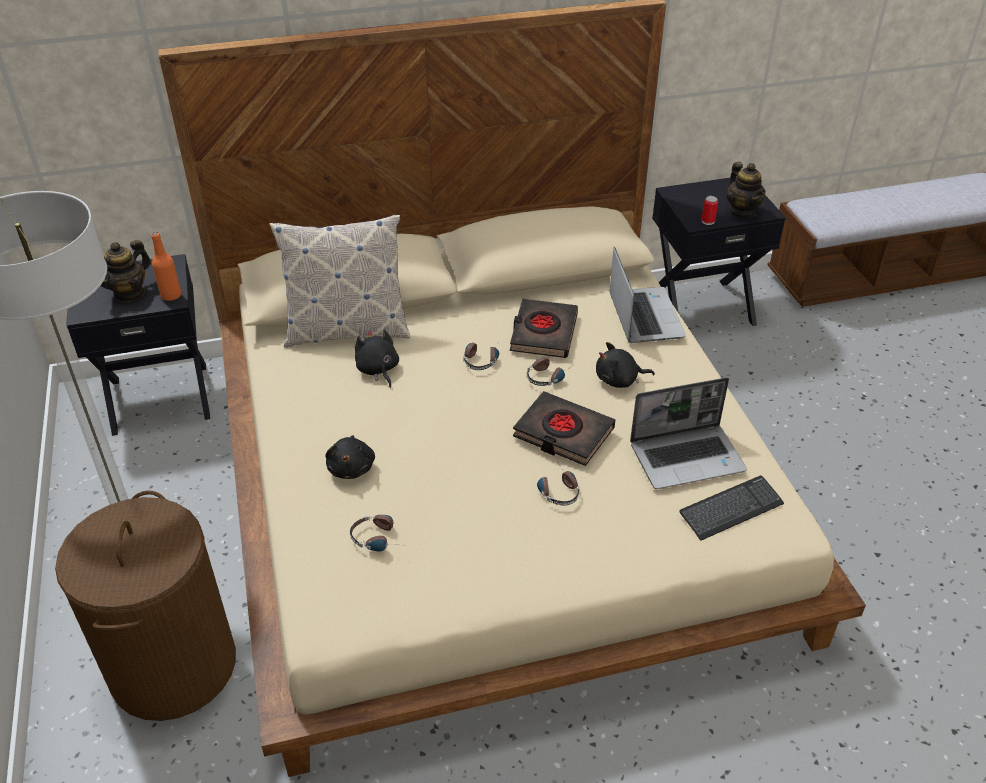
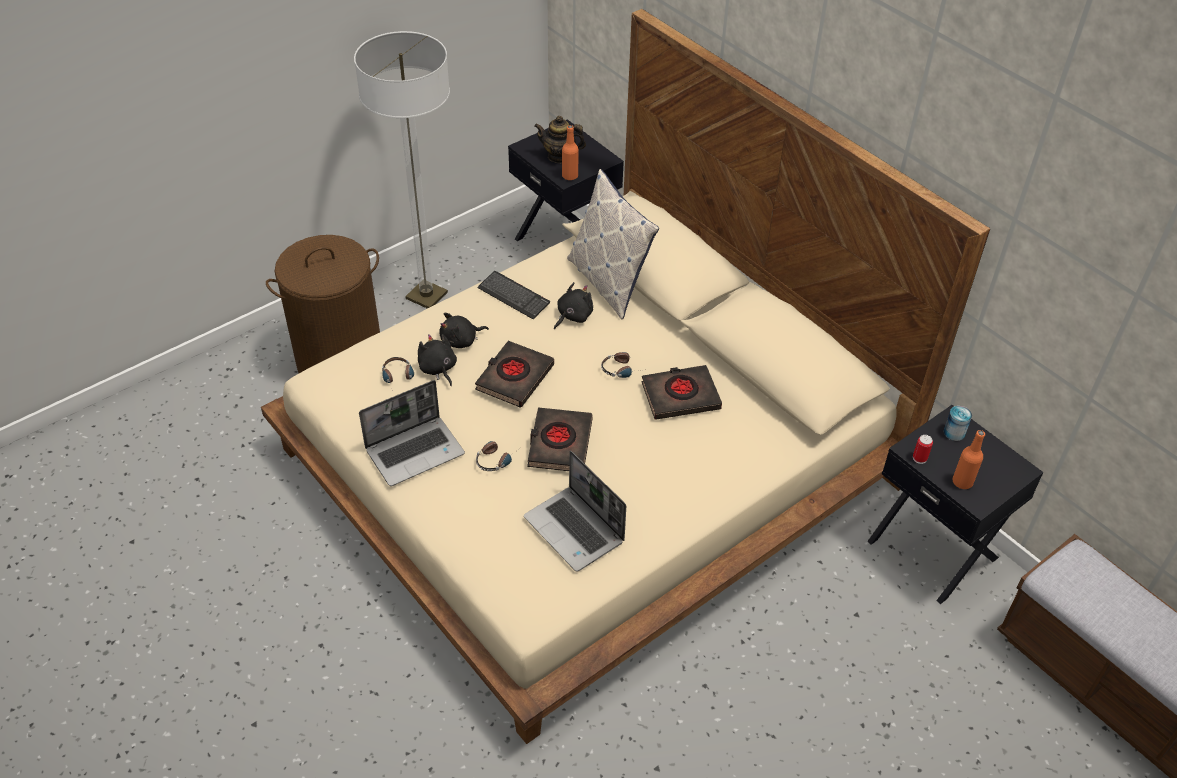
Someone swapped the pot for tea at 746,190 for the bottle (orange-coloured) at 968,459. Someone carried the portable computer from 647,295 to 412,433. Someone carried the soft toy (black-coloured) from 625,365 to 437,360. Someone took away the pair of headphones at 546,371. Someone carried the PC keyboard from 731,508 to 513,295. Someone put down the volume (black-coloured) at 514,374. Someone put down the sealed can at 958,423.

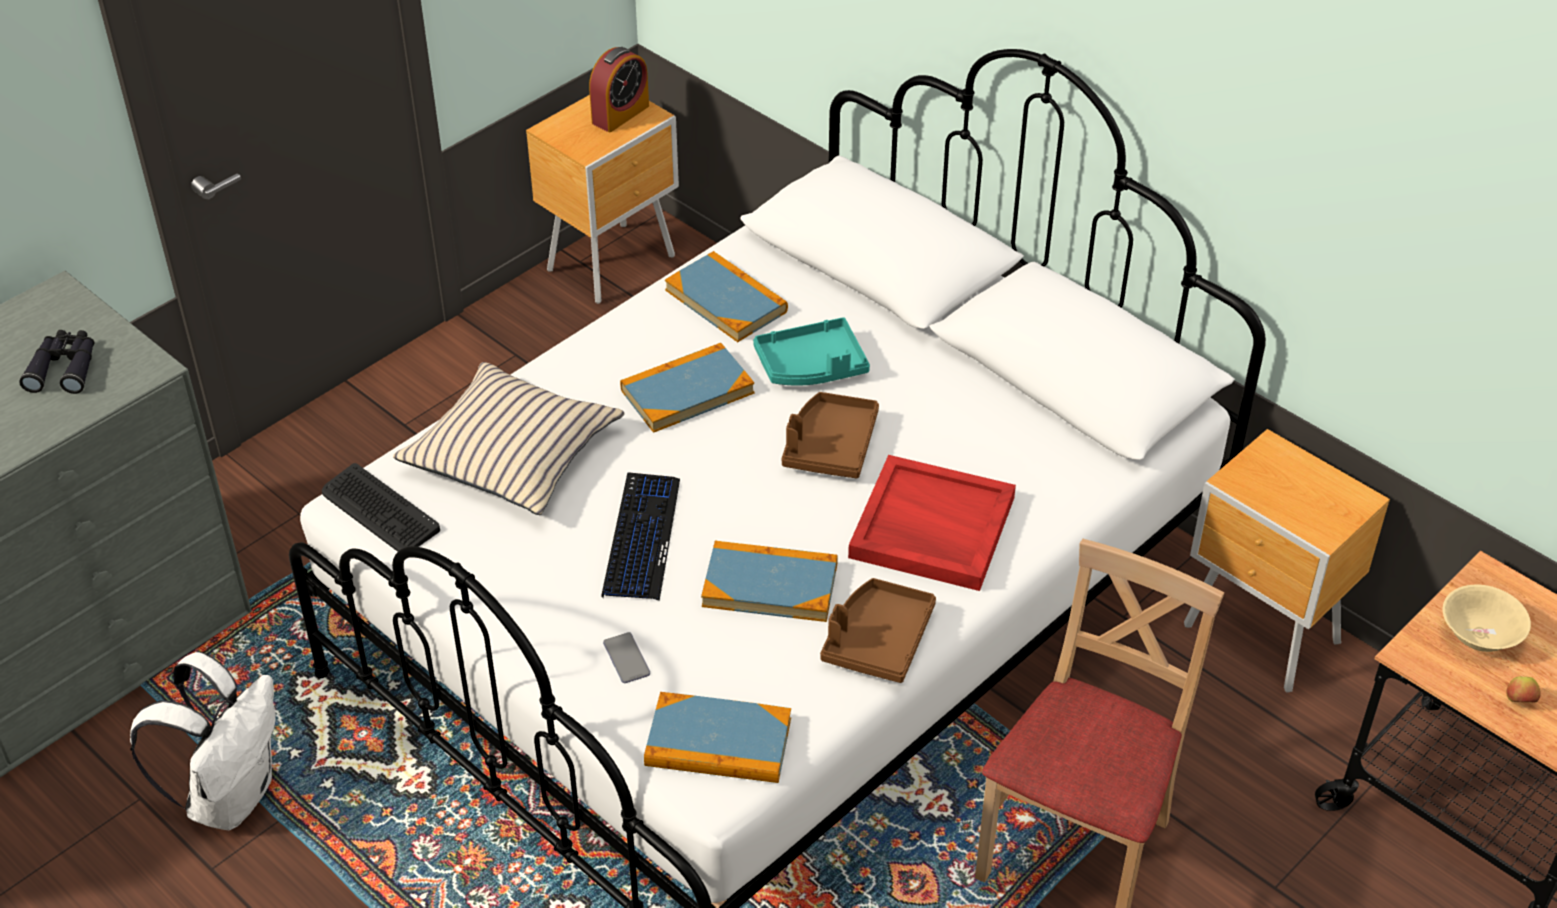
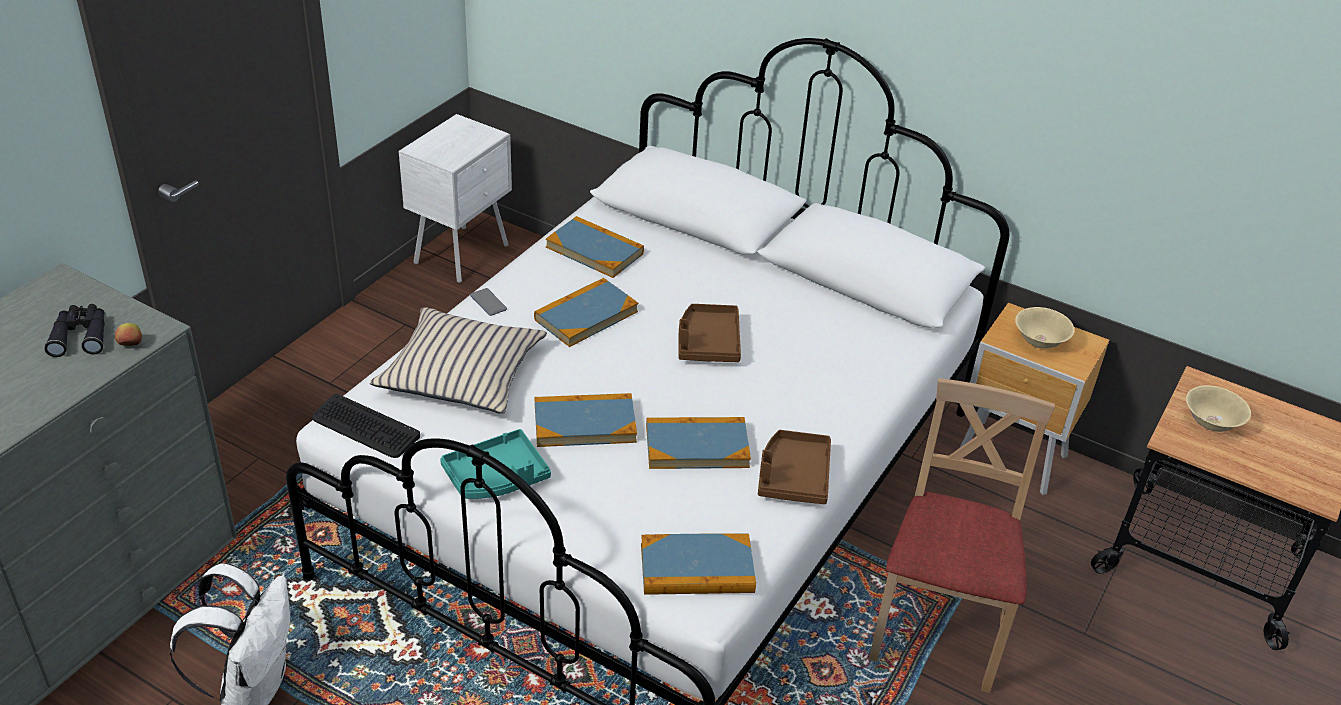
Someone took away the bedside clock at 619,89. Someone repainted the bedside table (brownish) at 602,199, which became the bedside table (whitish) at 455,198. Someone carried the tray (turquoise) from 811,351 to 495,464. Someone took away the tray (red-coloured) at 932,523. Someone swapped the PC keyboard at 640,536 for the volume at 586,420. Someone carried the telephone from 626,657 to 488,302. Someone carried the apple fruit from 1523,689 to 128,334. Someone put down the deep dish (beige) at 1044,328.

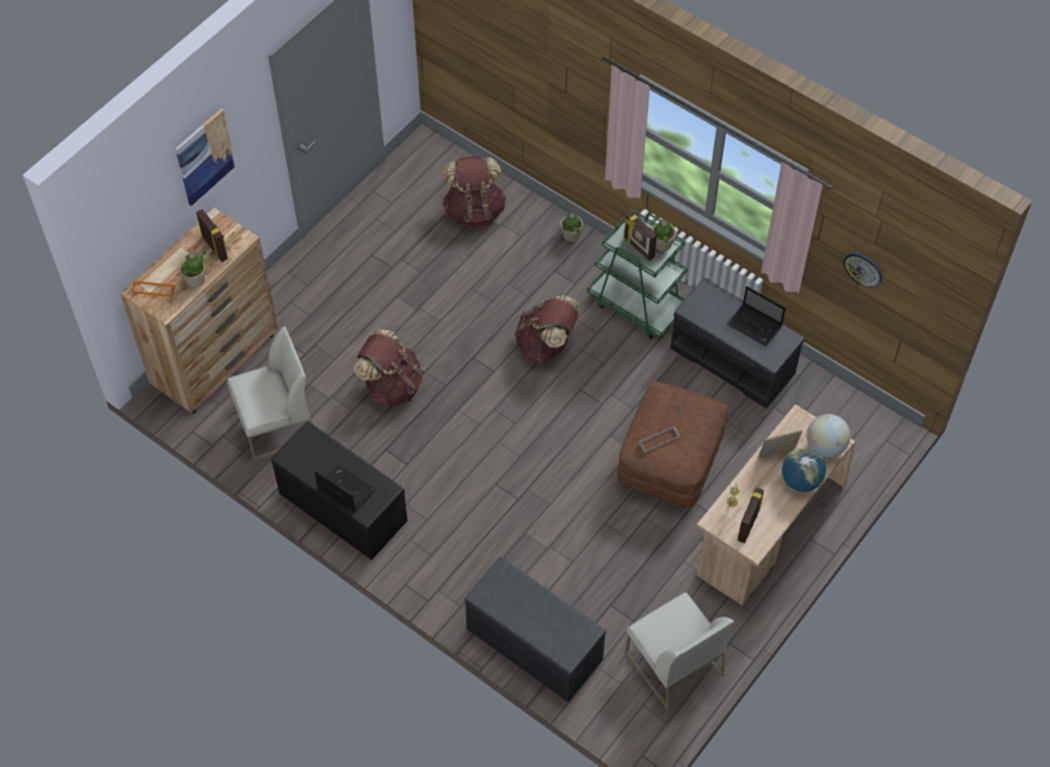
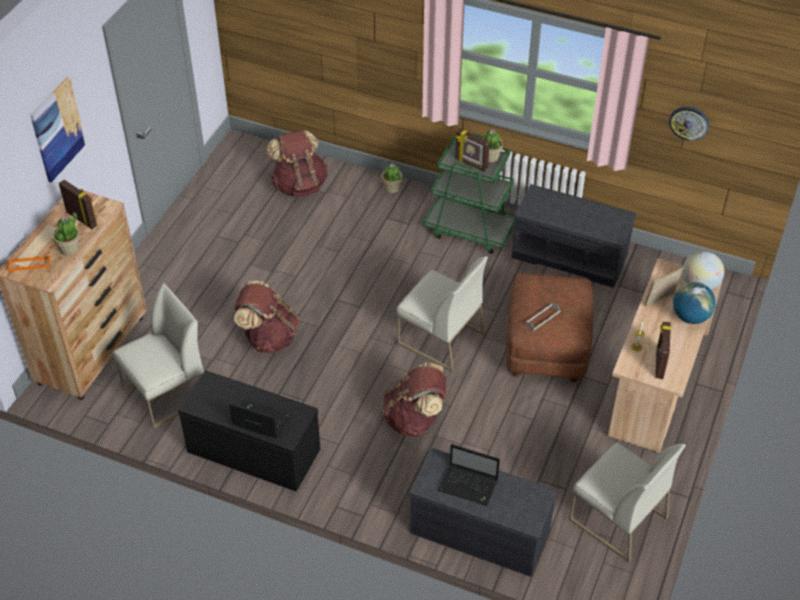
Someone carried the portable computer from 756,316 to 469,475. Someone carried the rucksack (brownish) from 547,329 to 414,399. Someone put down the chair (whitish) at 442,314.

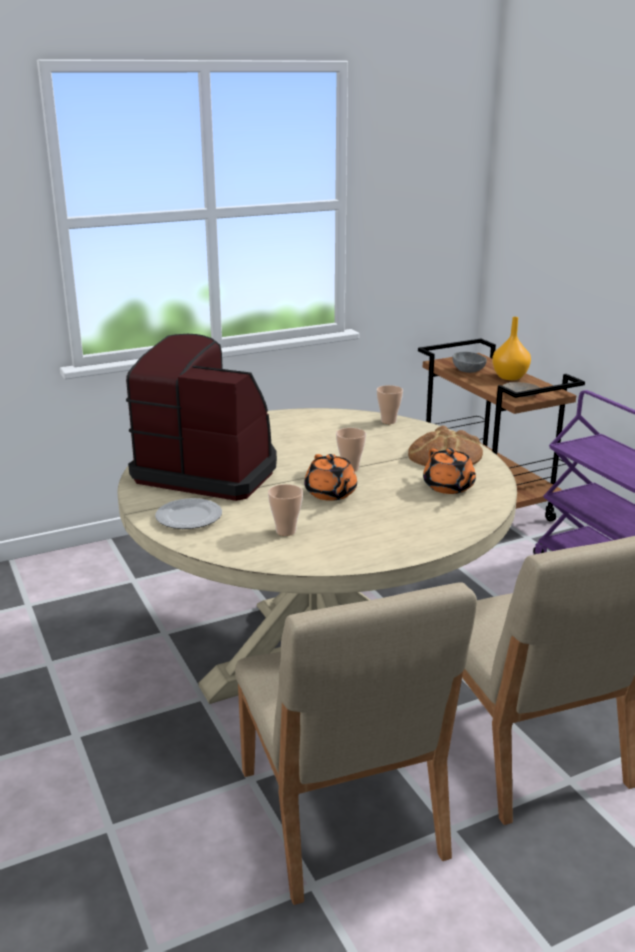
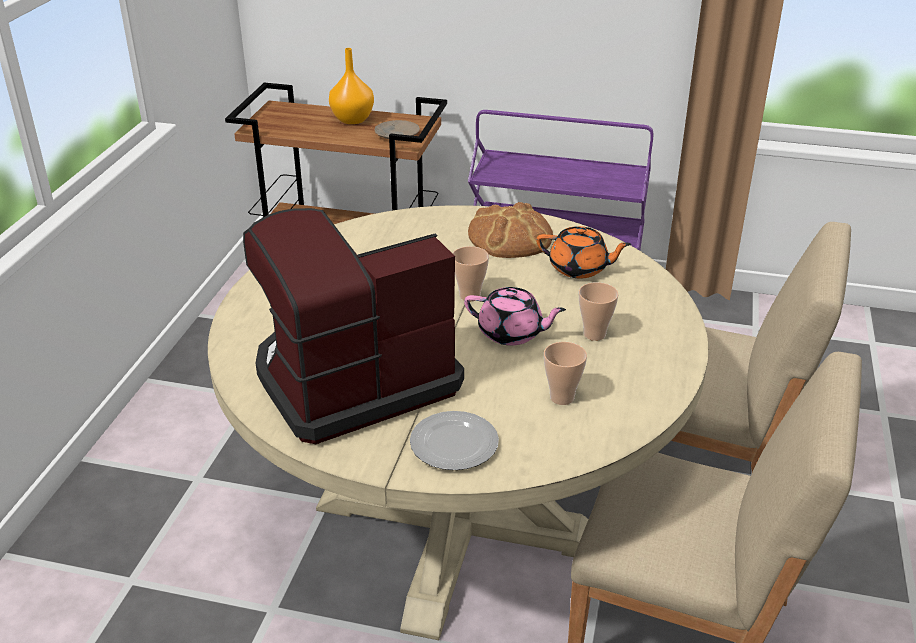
Someone took away the deep dish (grey) at 469,362. Someone carried the cup from 390,404 to 599,311. Someone repainted the pot for tea (orange-coloured) at 330,477, which became the pot for tea (pink) at 515,316.

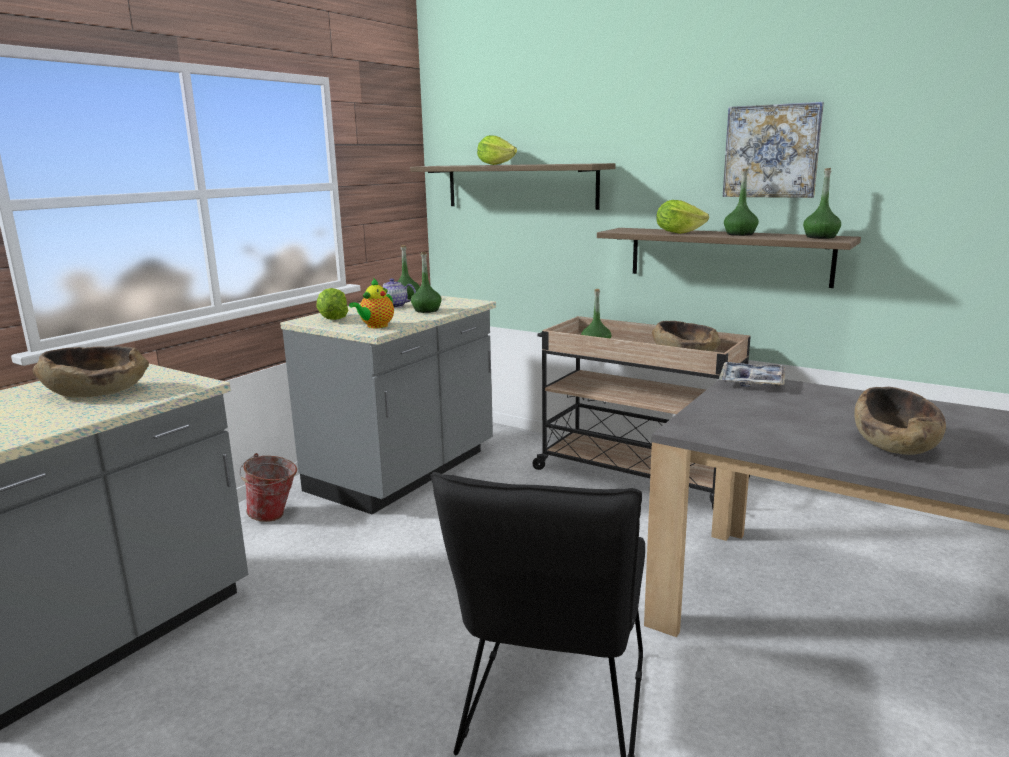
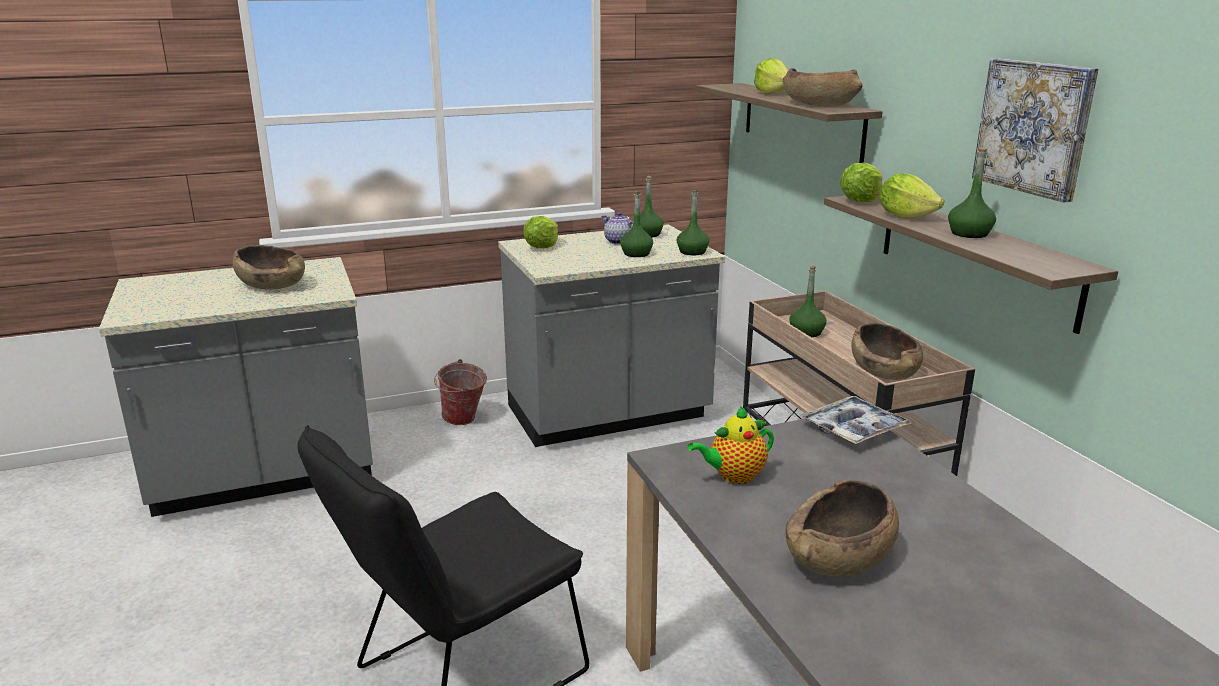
Someone carried the bottle (greenish) from 822,203 to 693,222. Someone carried the pot for tea from 371,303 to 730,445. Someone put down the deep dish (brownish) at 822,87. Someone put down the lettuce head at 861,182.

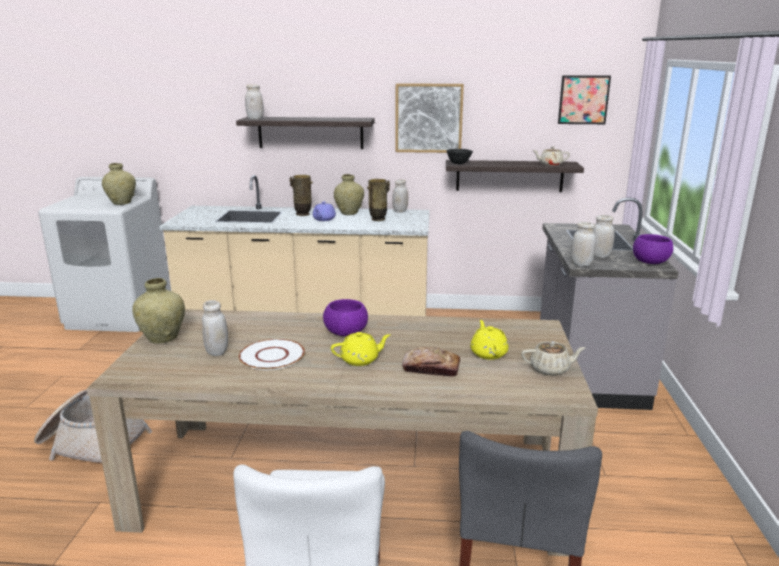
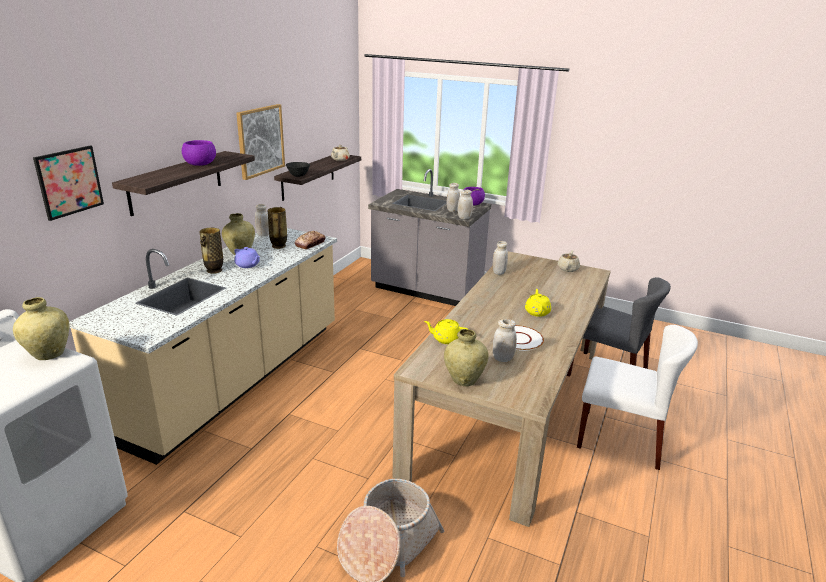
Someone carried the wall picture from 584,99 to 68,183. Someone carried the preserve jar (whitish) from 254,101 to 500,258. Someone carried the deep dish (purple-coloured) from 345,317 to 199,153. Someone carried the pot for tea (yellowish) from 489,340 to 446,331. Someone carried the bread from 431,362 to 310,240.

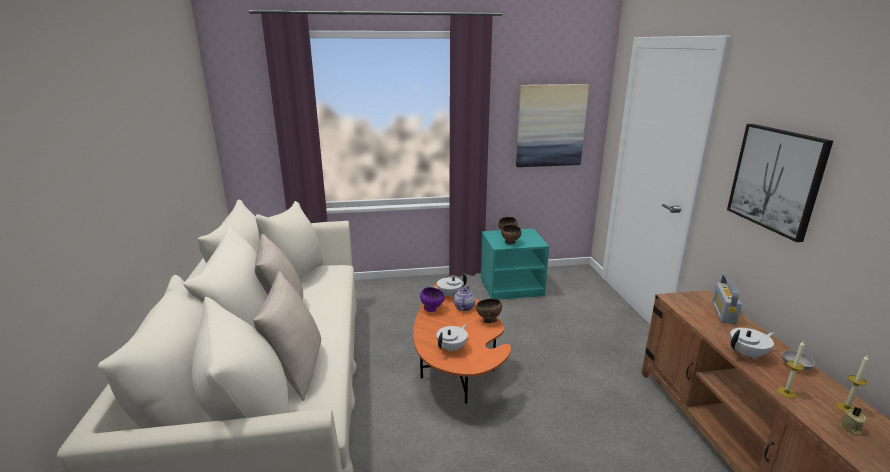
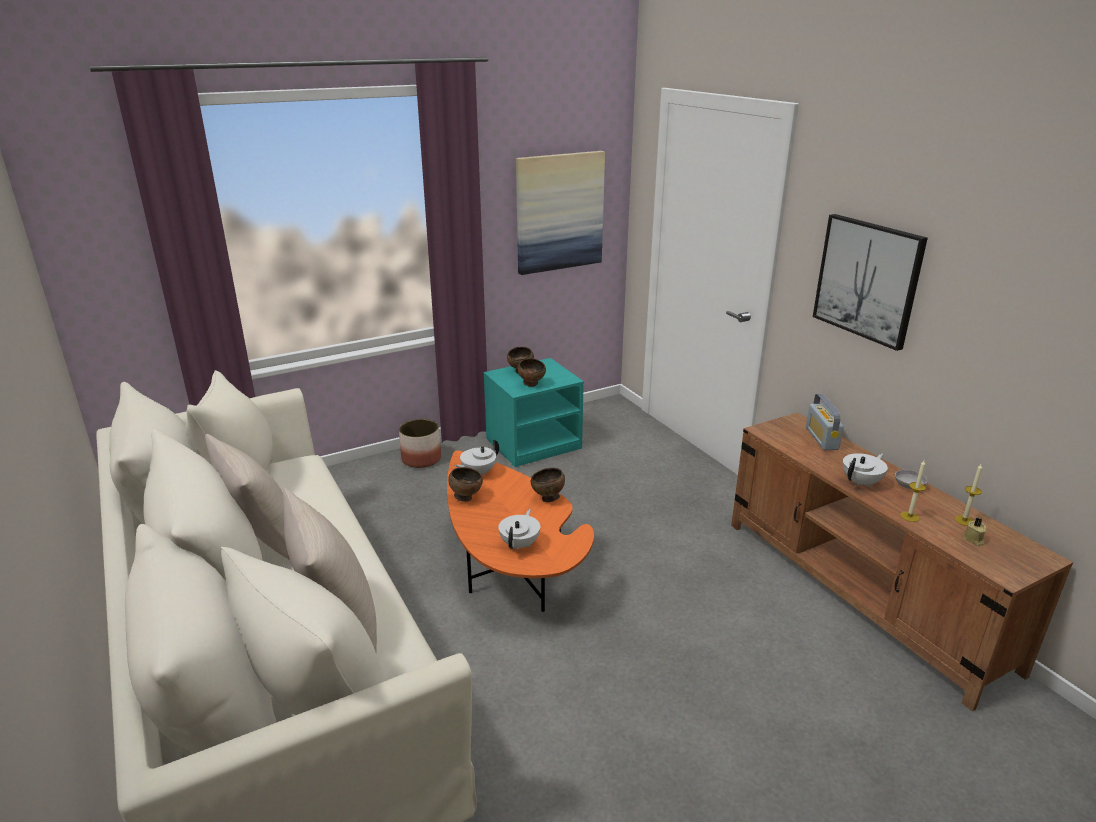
Someone took away the pot for tea at 465,298. Someone repainted the deep dish (purple-coloured) at 432,299, which became the deep dish (brownish) at 465,484. Someone put down the planter at 420,443.

